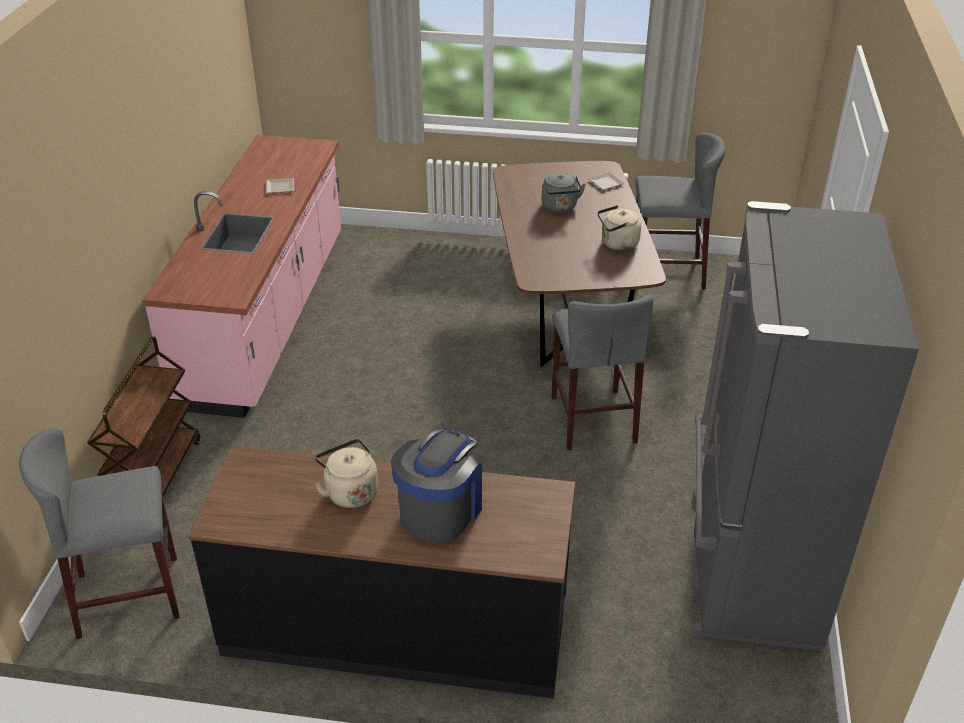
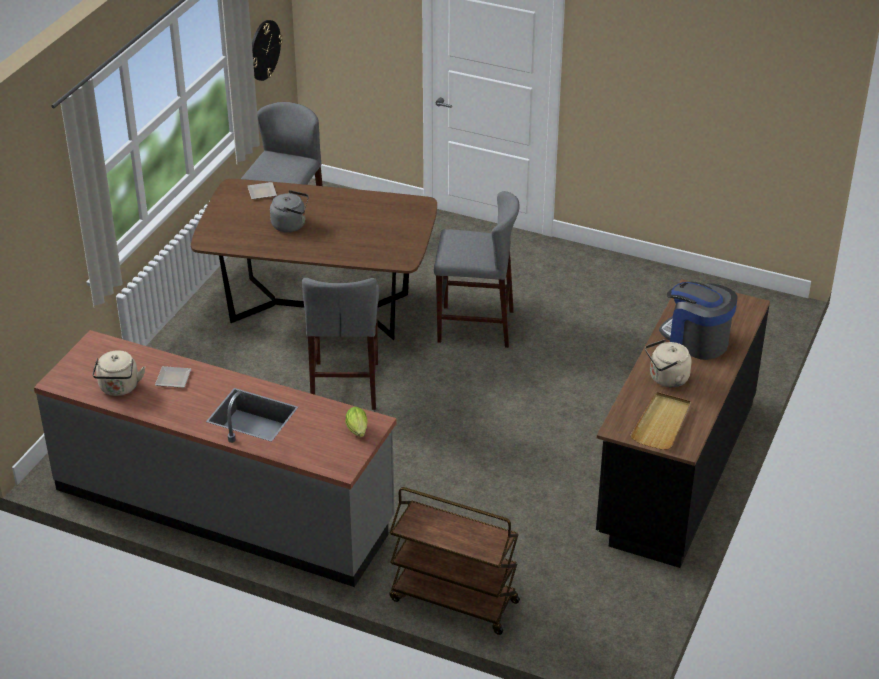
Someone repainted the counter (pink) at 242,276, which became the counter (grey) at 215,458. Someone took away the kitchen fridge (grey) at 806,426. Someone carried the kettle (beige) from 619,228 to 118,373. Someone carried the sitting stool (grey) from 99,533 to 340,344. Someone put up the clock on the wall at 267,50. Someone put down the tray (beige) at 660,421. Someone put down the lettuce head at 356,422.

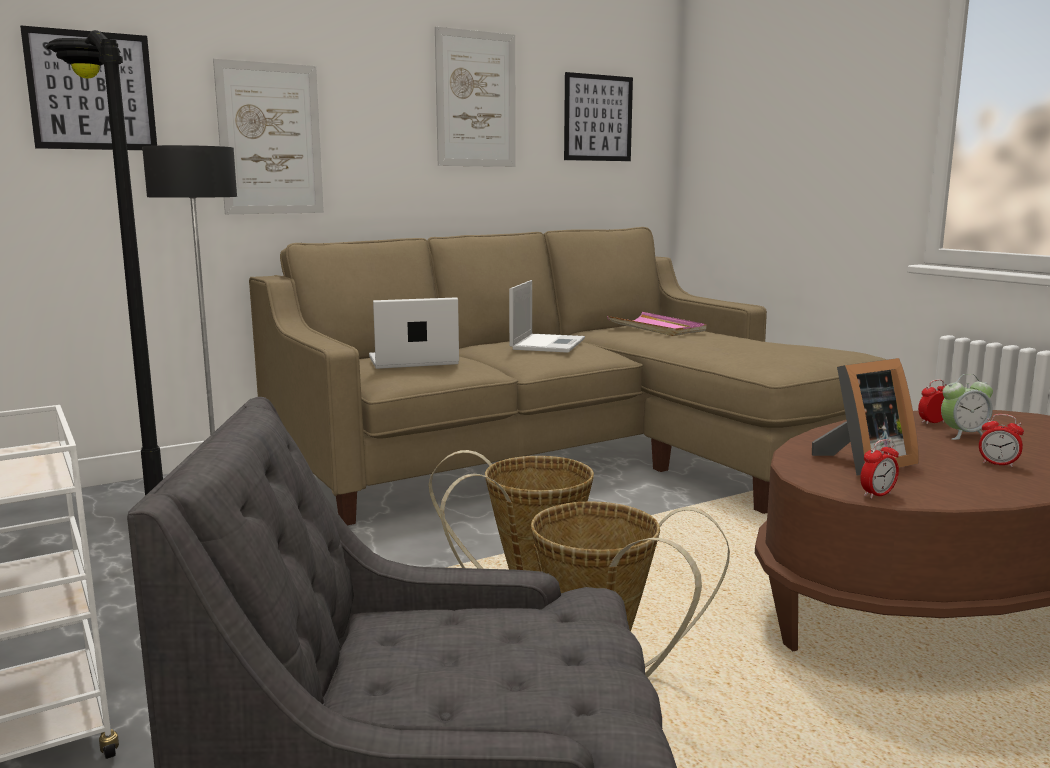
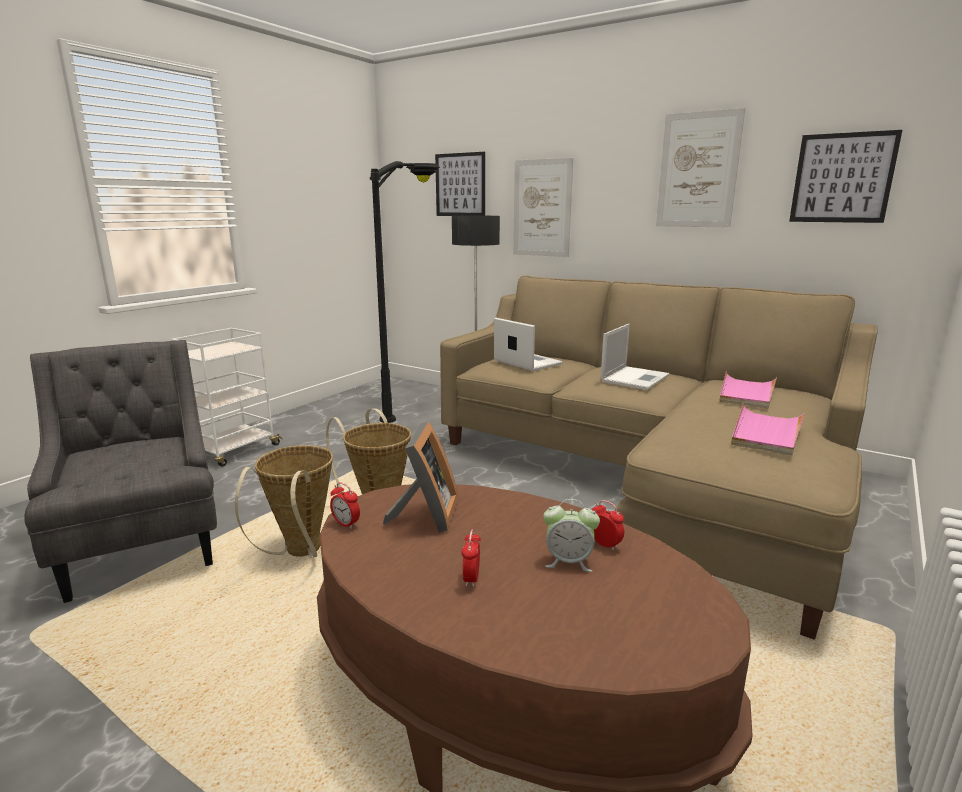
Someone rotated the portable computer at 547,316 by 45 degrees counterclockwise. Someone rotated the photo frame at 865,417 by 120 degrees counterclockwise. Someone rotated the bedside clock at 967,407 by 45 degrees counterclockwise. Someone put down the tray (pink) at 768,429.

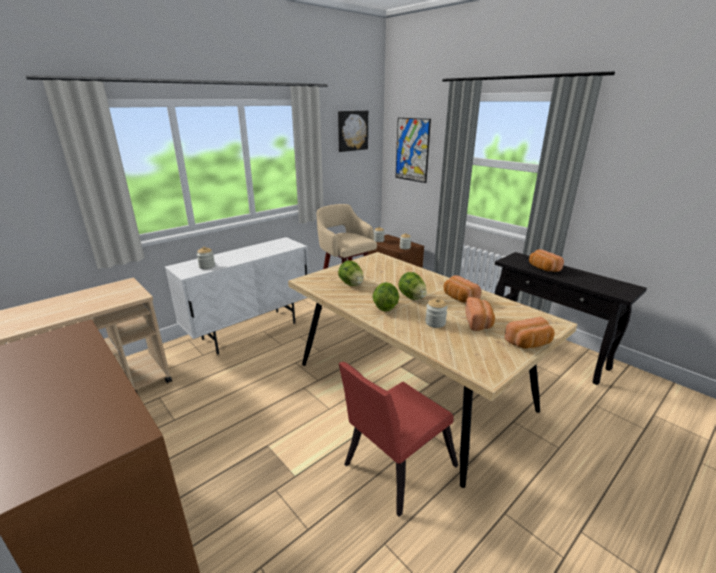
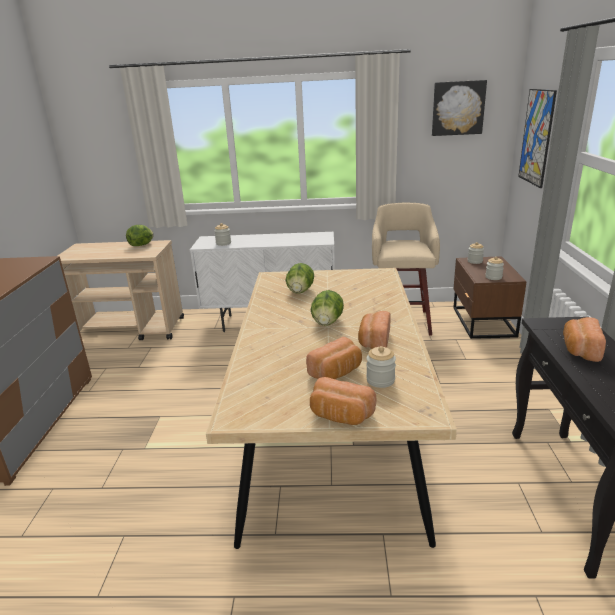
Someone carried the lettuce head from 385,297 to 140,235. Someone carried the preserve jar from 436,313 to 381,367. Someone took away the chair (red-coloured) at 398,439.

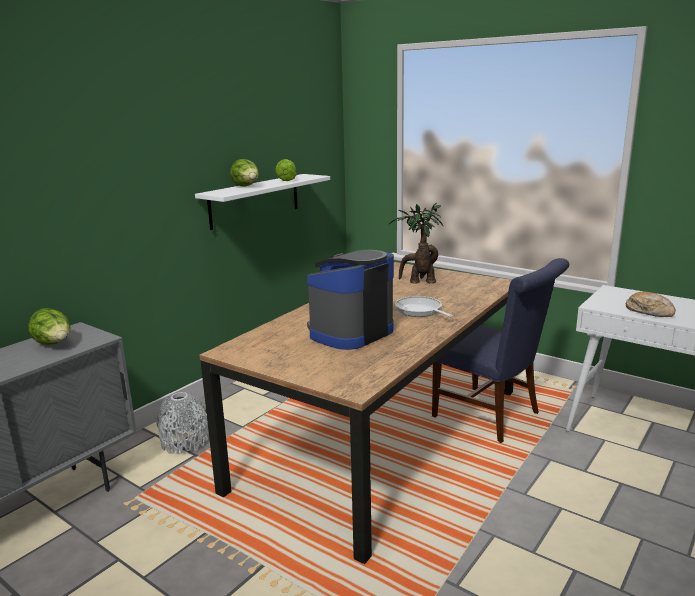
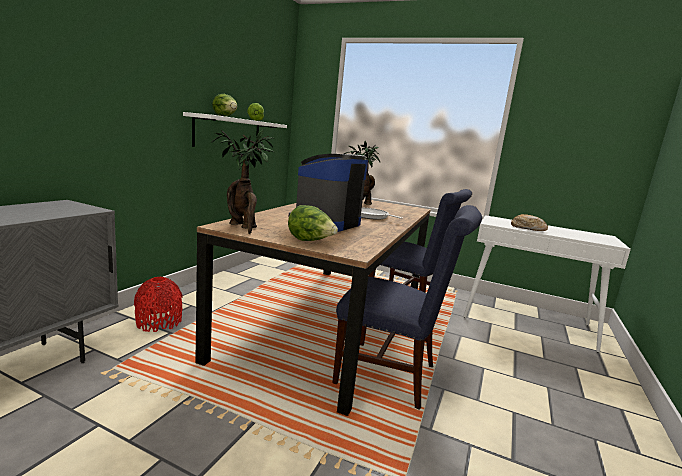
Someone carried the lettuce head from 50,326 to 313,223. Someone repainted the flower vase (grey) at 182,423, which became the flower vase (red-coloured) at 158,304. Someone put down the potted plant at 242,181. Someone put down the chair (blue-coloured) at 407,307.

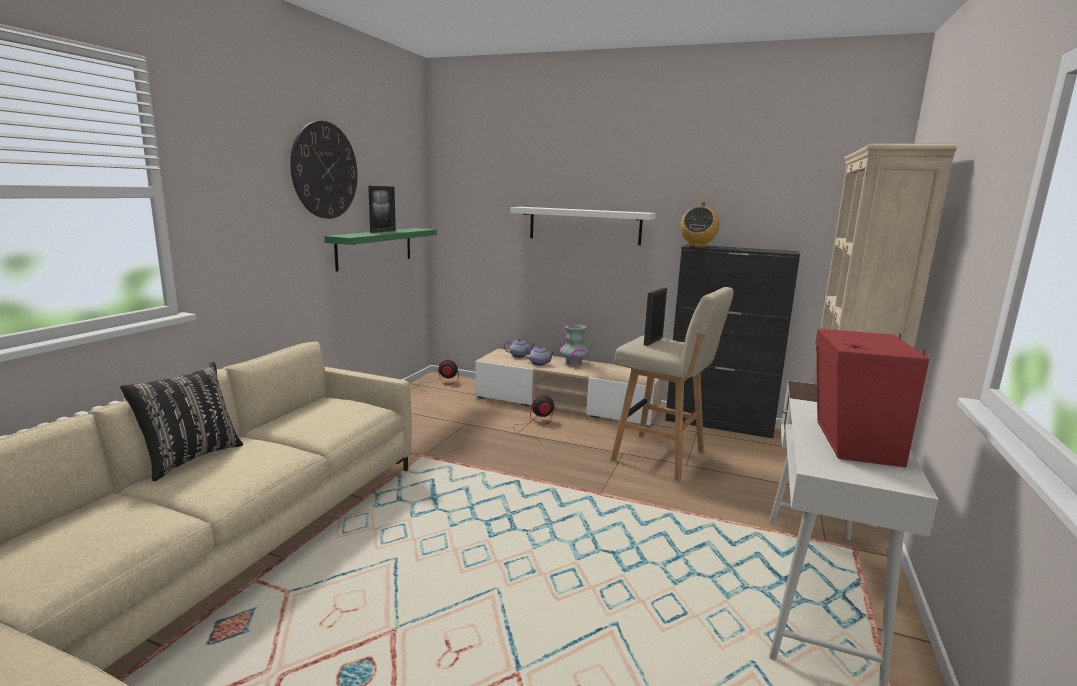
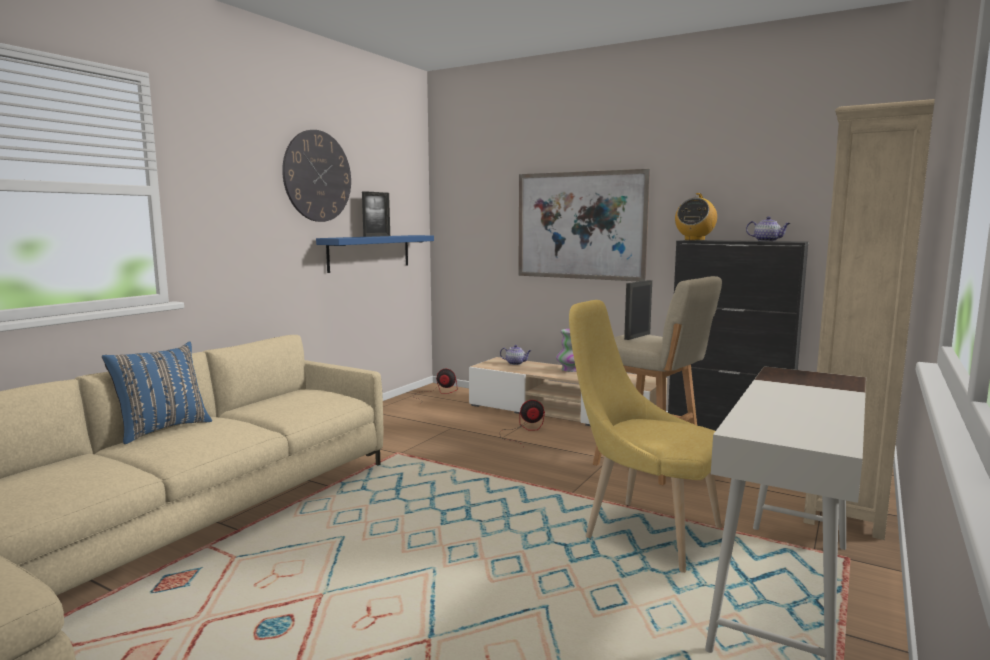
Someone swapped the wall shelf (whitish) at 583,226 for the wall picture at 584,225. Someone repainted the wall shelf (greenish) at 381,249, which became the wall shelf (blue-coloured) at 375,254. Someone took away the speaker (red-coloured) at 872,398. Someone carried the pot for tea from 540,355 to 768,229. Someone repainted the throw pillow (black-coloured) at 181,421, which became the throw pillow (blue-coloured) at 157,393. Someone put down the chair (yellowish) at 645,436.

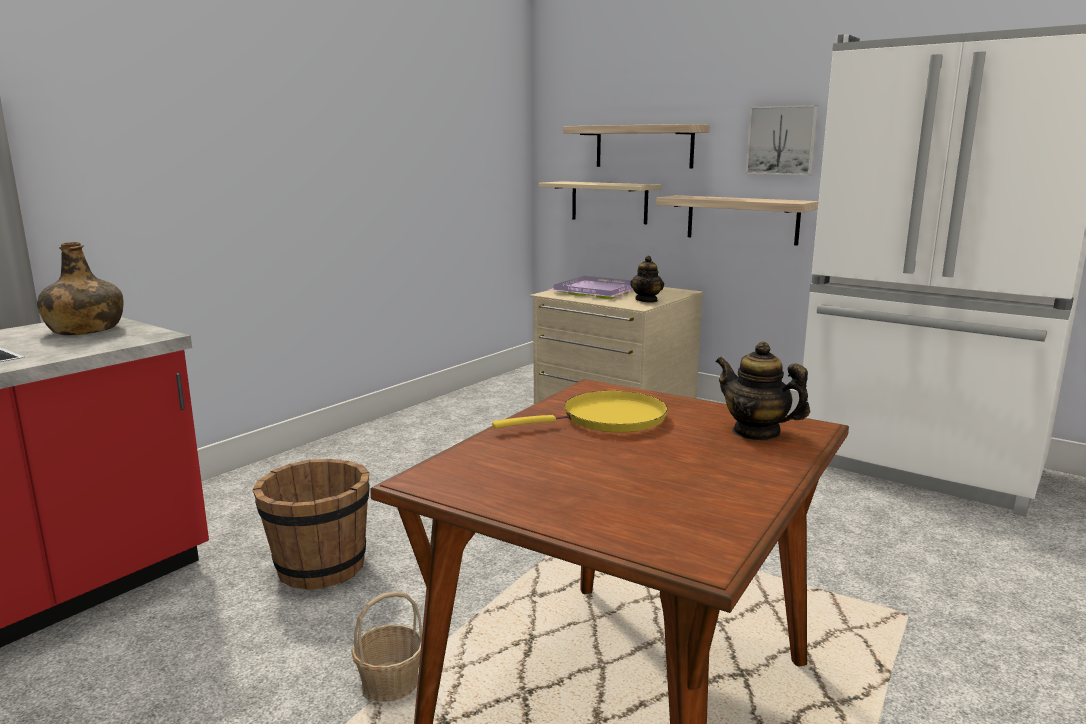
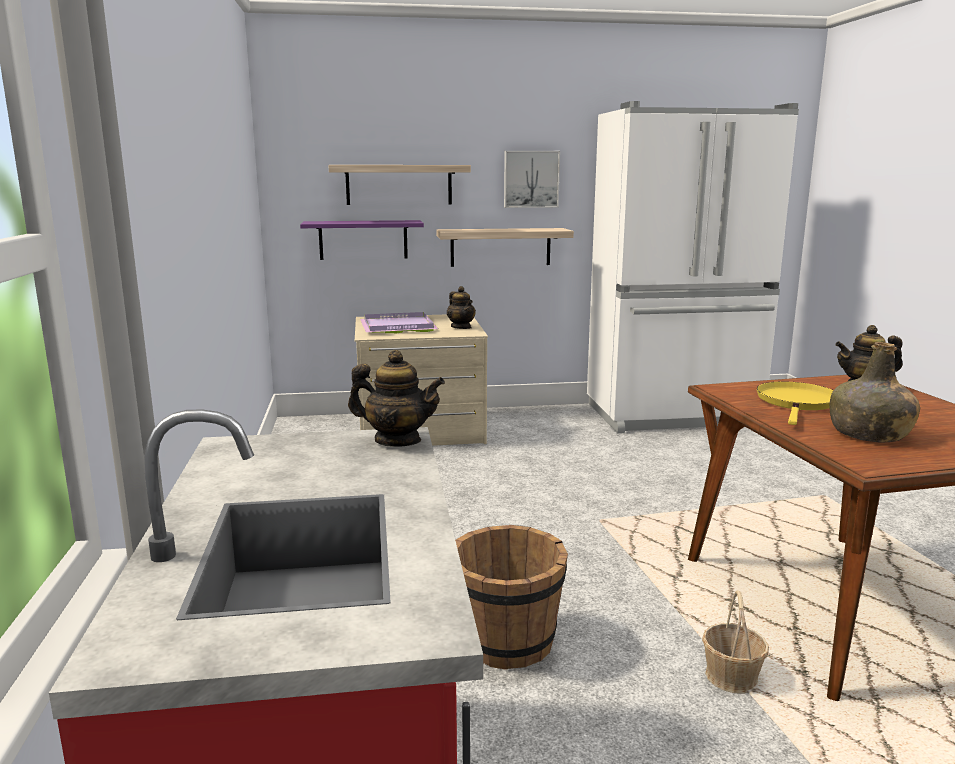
Someone repainted the wall shelf (beige) at 600,202, which became the wall shelf (purple-coloured) at 362,240. Someone carried the bottle (greenish) from 80,288 to 874,392. Someone put down the pot for tea at 396,398.

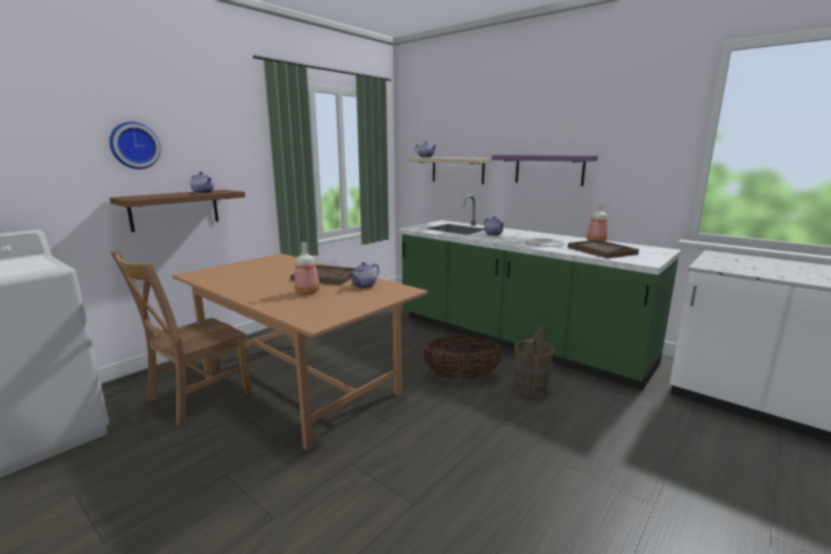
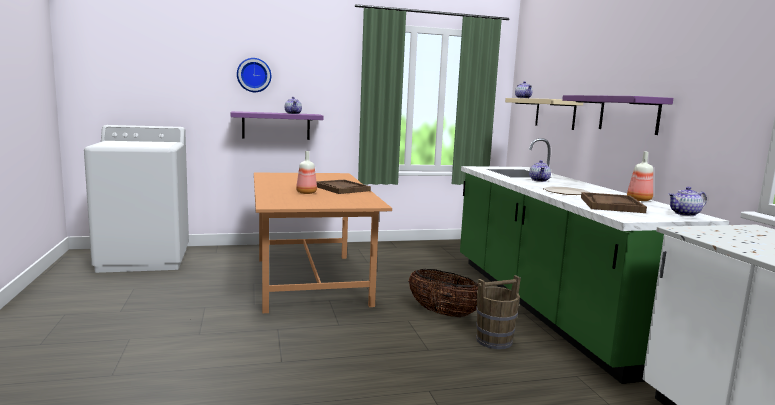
Someone repainted the wall shelf (brownish) at 177,211, which became the wall shelf (purple-coloured) at 277,125. Someone took away the chair (brownish) at 181,338. Someone carried the pot for tea from 363,275 to 687,201.

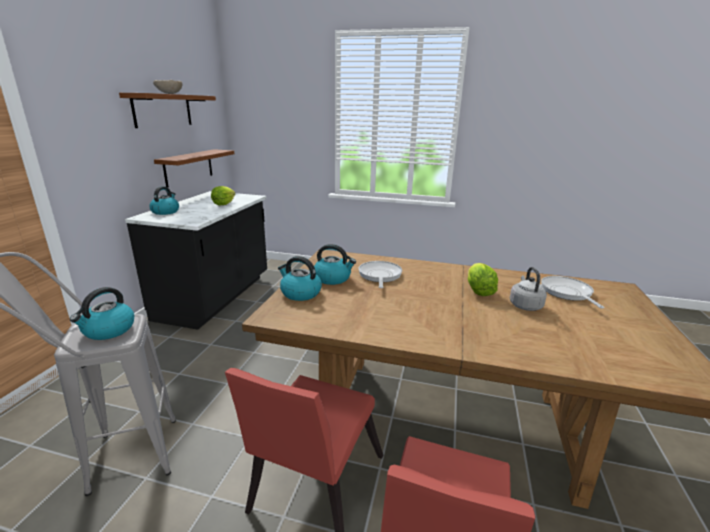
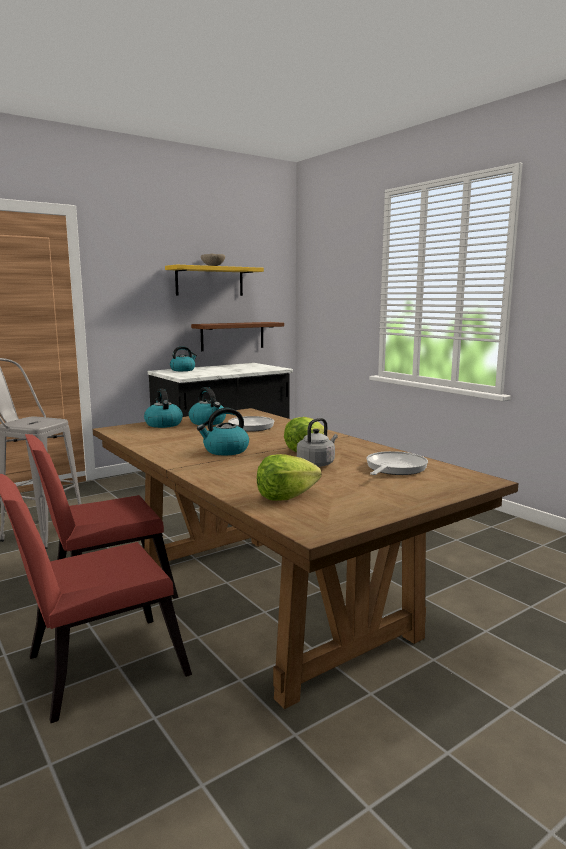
Someone repainted the wall shelf (brownish) at 167,110, which became the wall shelf (yellowish) at 214,280. Someone carried the lettuce head from 223,195 to 289,477. Someone carried the kettle from 102,313 to 223,431.

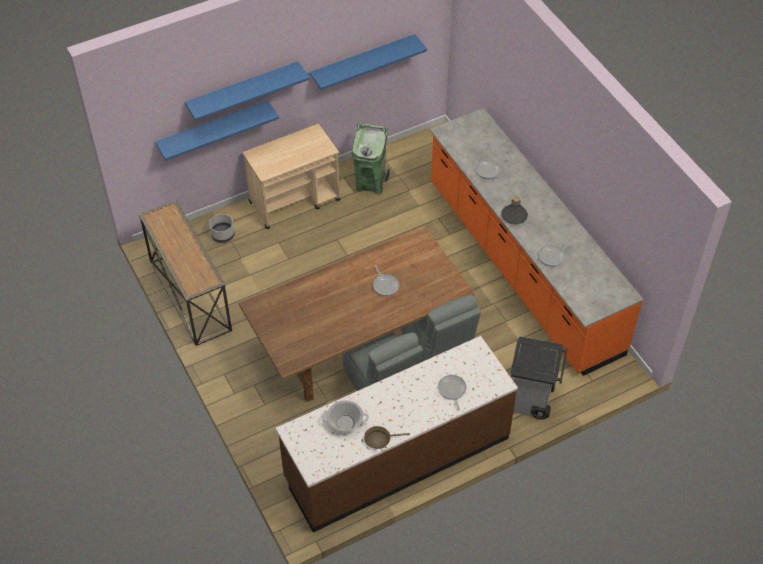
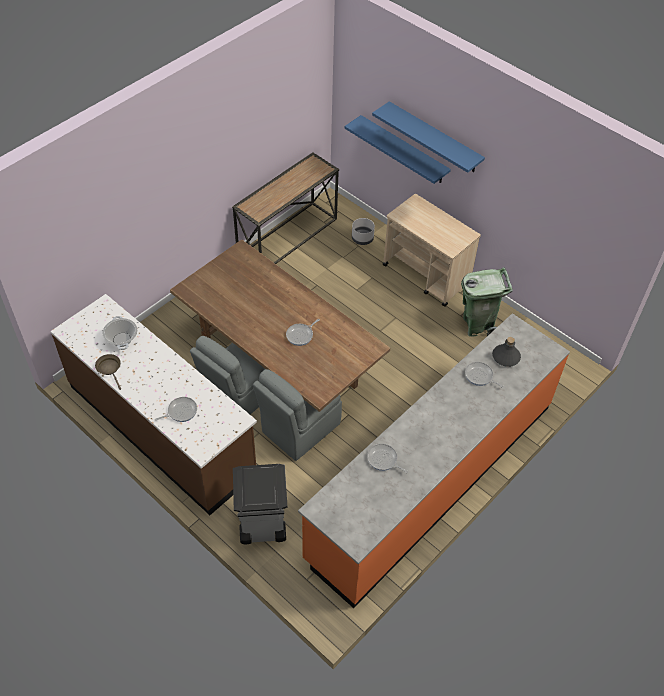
Someone took away the wall shelf (blue-coloured) at 368,62. Someone carried the bottle (grey) from 514,210 to 506,352.

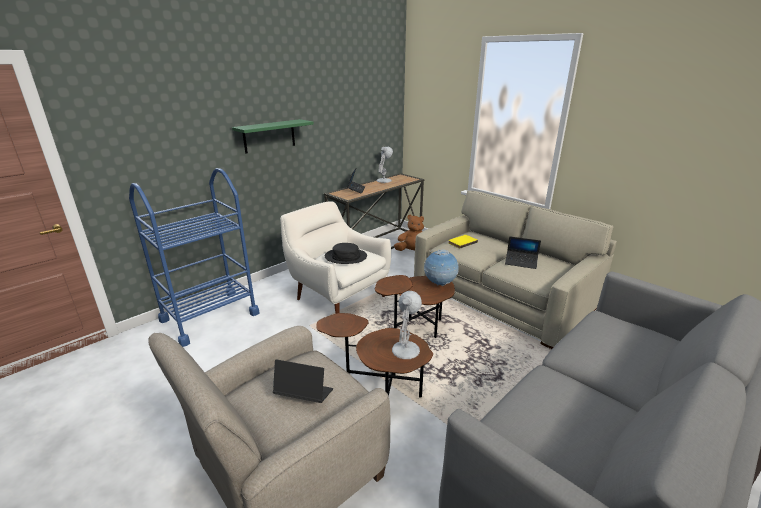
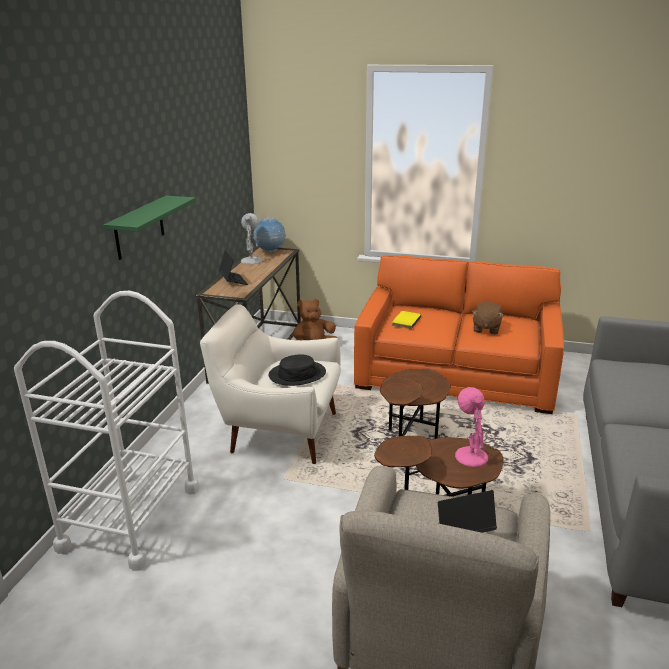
Someone repainted the cart (blue-coloured) at 194,257, which became the cart (whitish) at 106,431. Someone repainted the settee (beige) at 515,270, which became the settee (orange-coloured) at 459,334. Someone swapped the portable computer at 523,252 for the soft toy (brownish) at 488,318. Someone carried the world globe from 441,267 to 269,234. Someone repainted the tabletop lamp (whitish) at 407,325, which became the tabletop lamp (pink) at 471,427.

